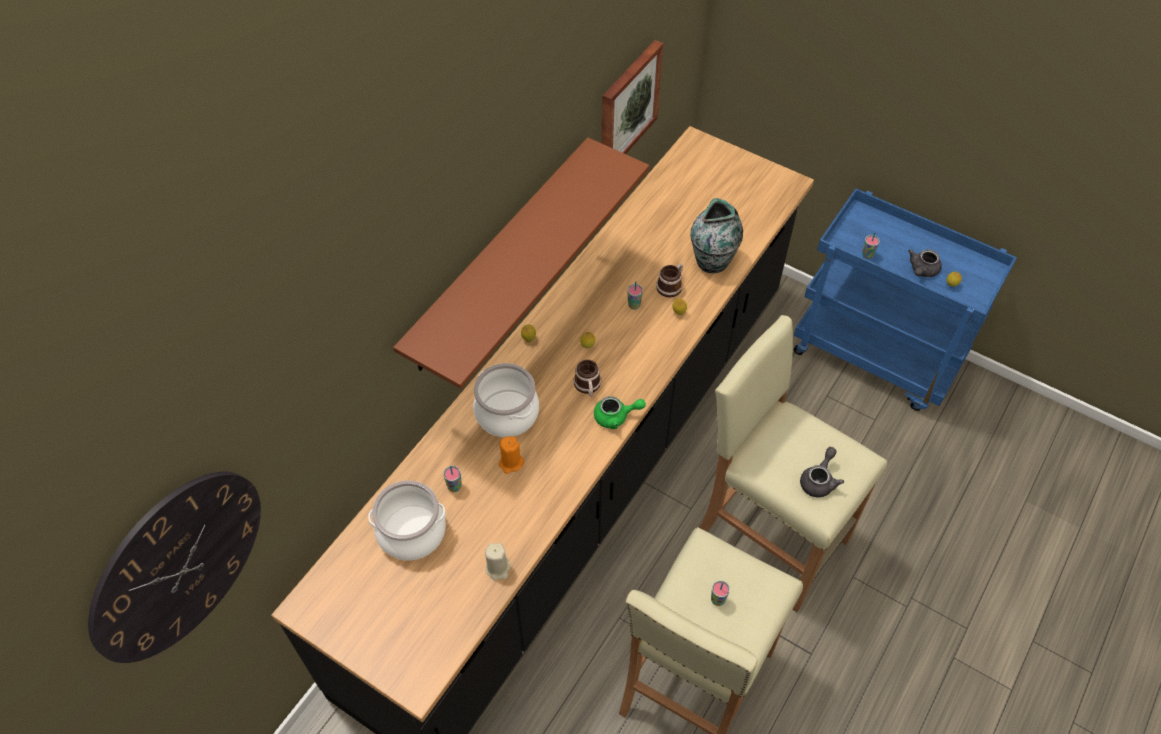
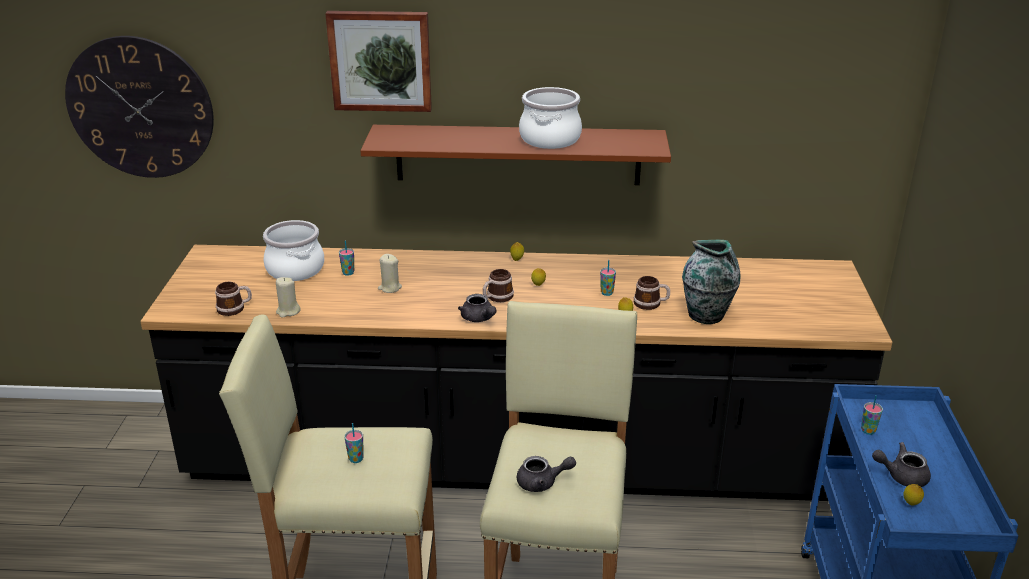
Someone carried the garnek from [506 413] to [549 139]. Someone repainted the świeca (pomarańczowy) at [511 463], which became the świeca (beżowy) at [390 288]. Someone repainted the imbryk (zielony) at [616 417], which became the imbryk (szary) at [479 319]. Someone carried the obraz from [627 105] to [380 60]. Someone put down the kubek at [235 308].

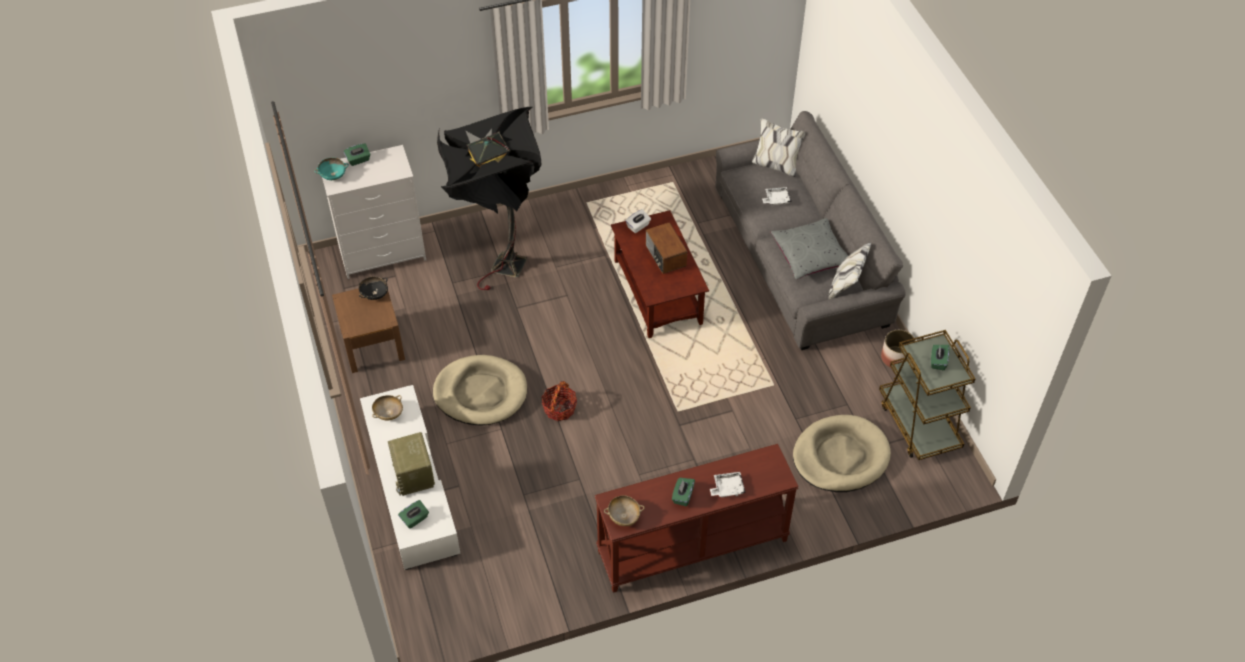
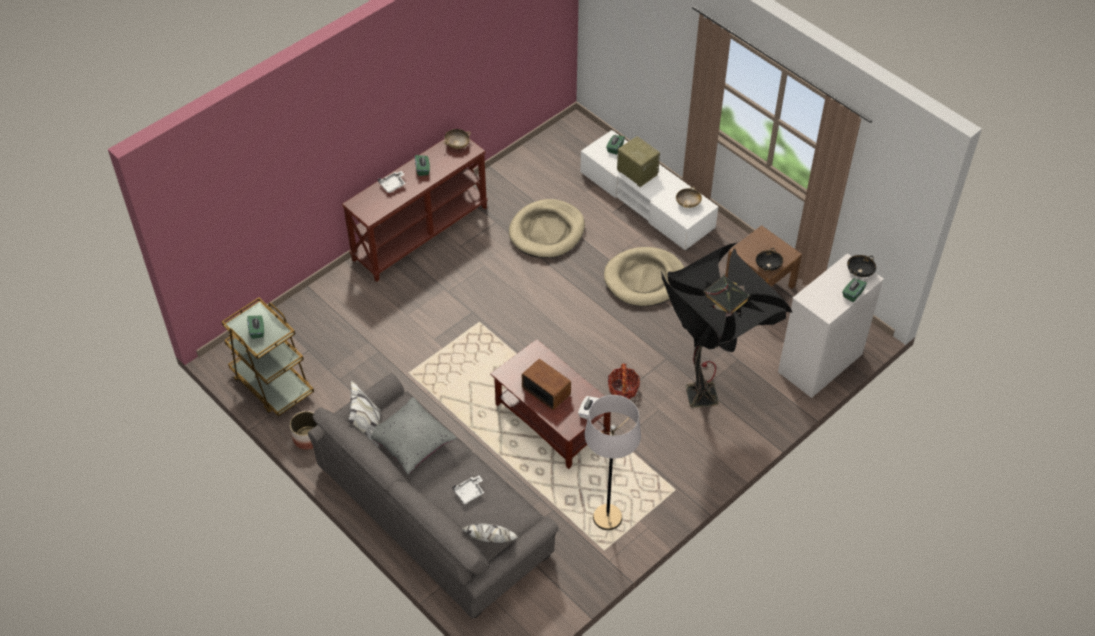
Someone repainted the miska (turkusowy) at [333 175], which became the miska (czarny) at [859 272]. Someone carried the koszyk from [559 409] to [623 389]. Someone carried the legowisko (beżowy) from [840 456] to [547 231]. Someone put down the lampa stojąca (szary) at [607 517].

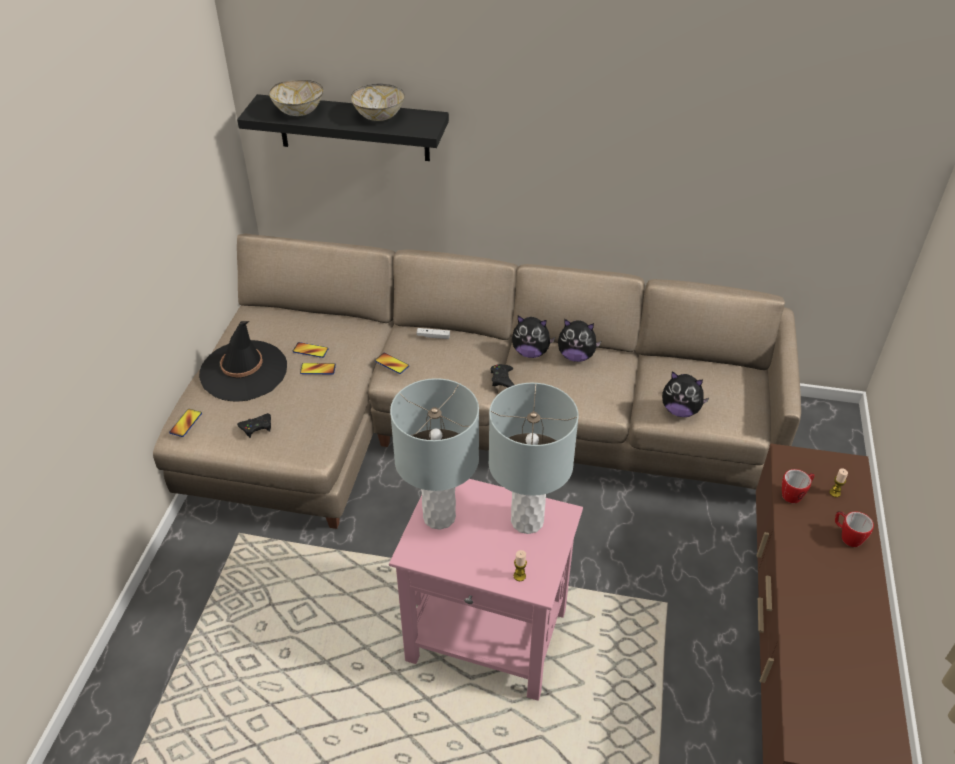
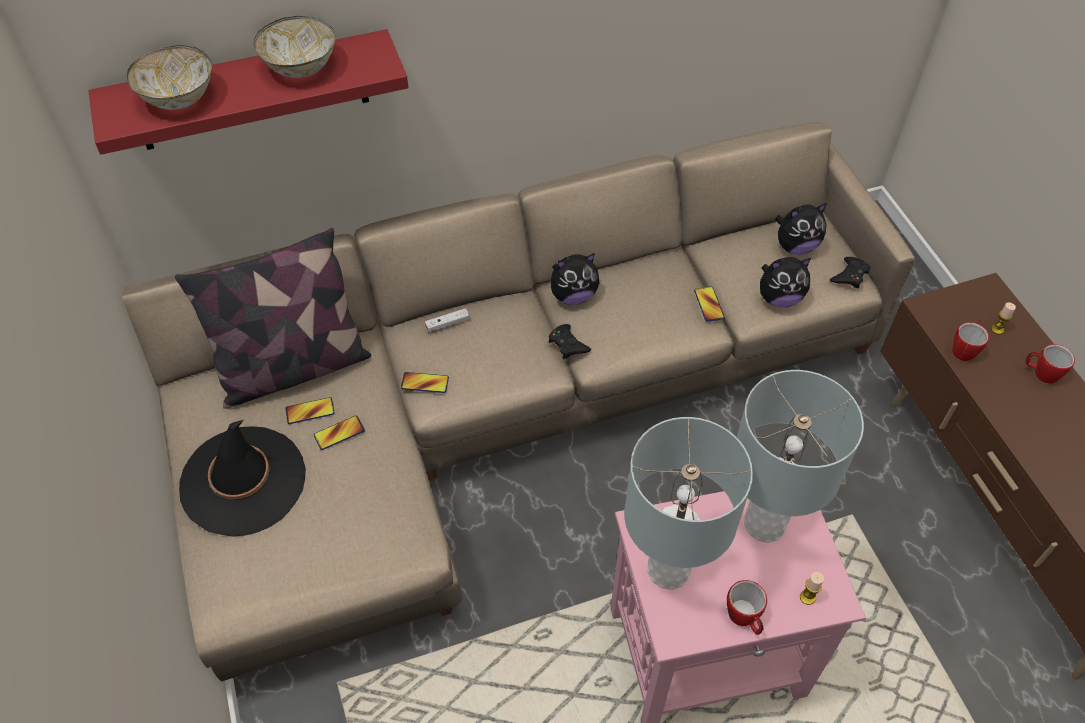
Someone carried the telefon from [186 423] to [709 304]. Someone repainted the półka (czarny) at [353 128], which became the półka (czerwony) at [251 92]. Someone carried the pad do gier (czarny) from [256 427] to [850 275]. Someone carried the pluszak from [576 356] to [795 246]. Someone put down the poduszka at [293 368]. Someone put down the kubek at [744 619].

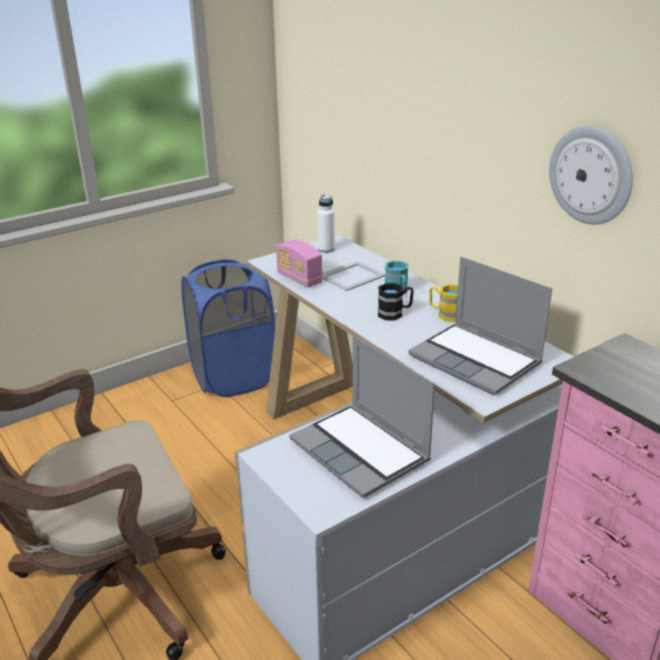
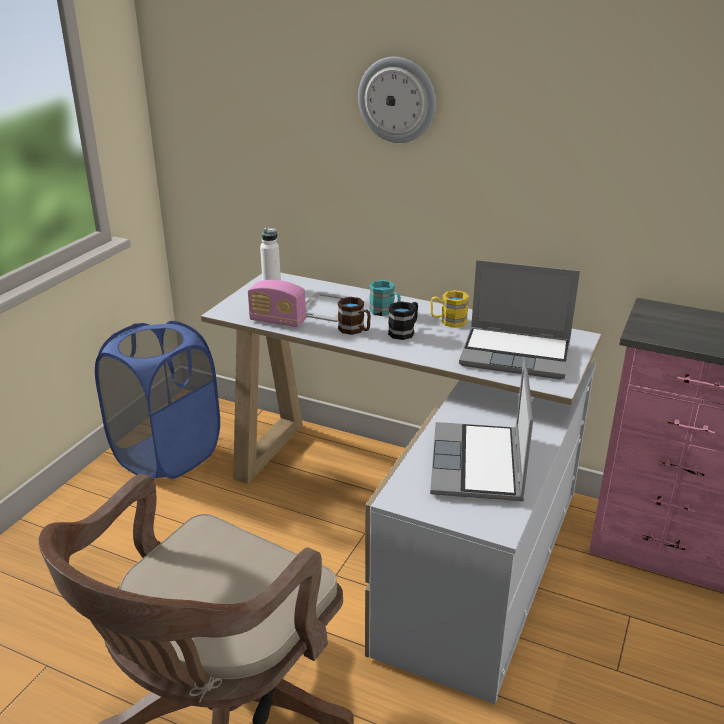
Someone rotated the laptop at [362 451] by 75 degrees clockwise. Someone carried the zegar ścienny from [591 175] to [397 100]. Someone put down the kubek (brązowy) at [355 330].

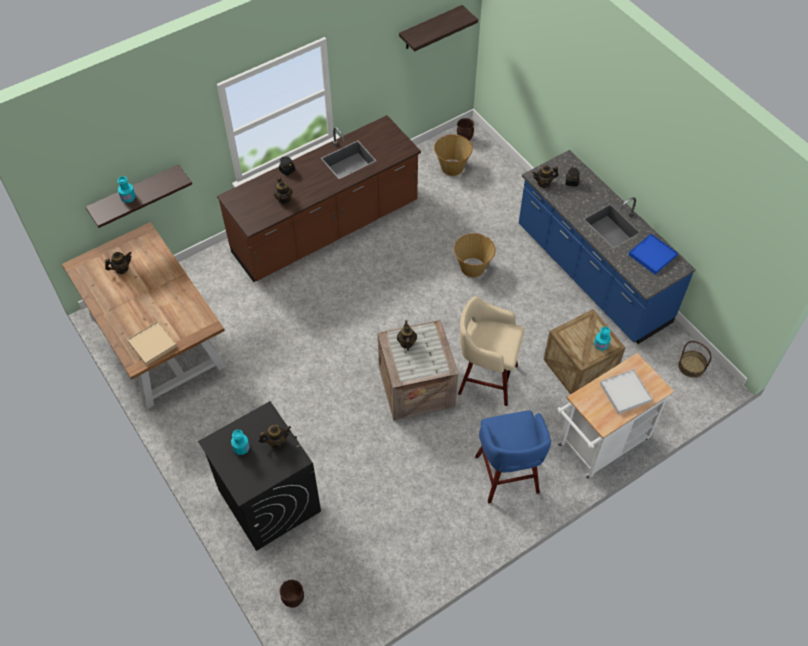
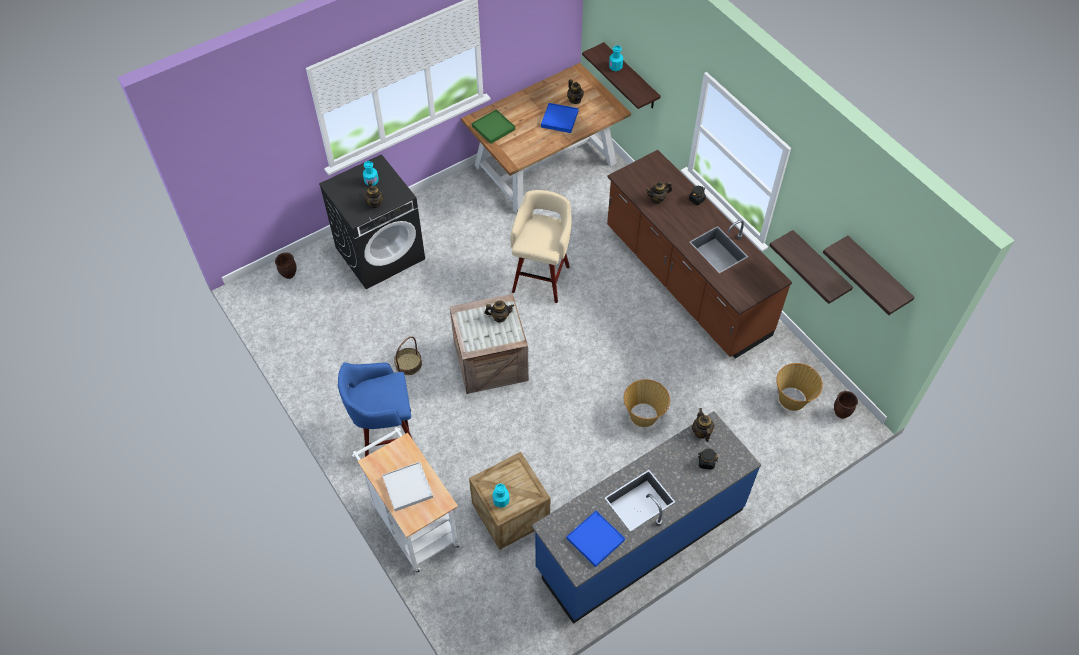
Someone repainted the taca (beżowy) at [152 344], which became the taca (zielony) at [493 128]. Someone carried the stołek (beżowy) from [485 378] to [541 277]. Someone carried the koszyk from [691 366] to [408 364]. Someone put down the taca (niebieski) at [559 119]. Someone put up the półka at [819 266].

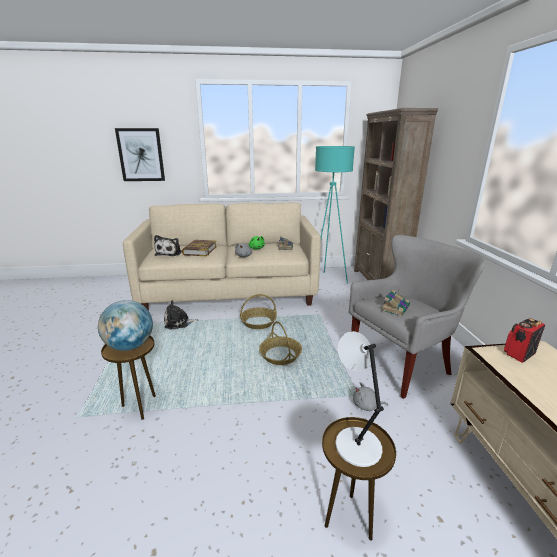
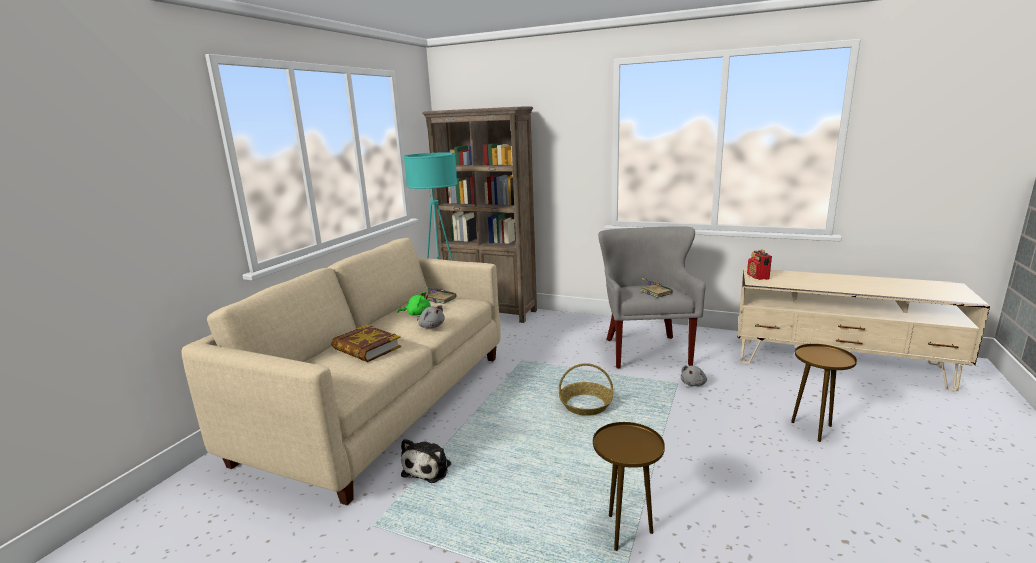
Someone took away the globus at [130 346]. Someone took away the obraz at [141 155]. Someone took away the pluszak at [170 253]. Someone took away the koszyk at [258 322]. Someone took away the lampa stołowa (szary) at [356 444].

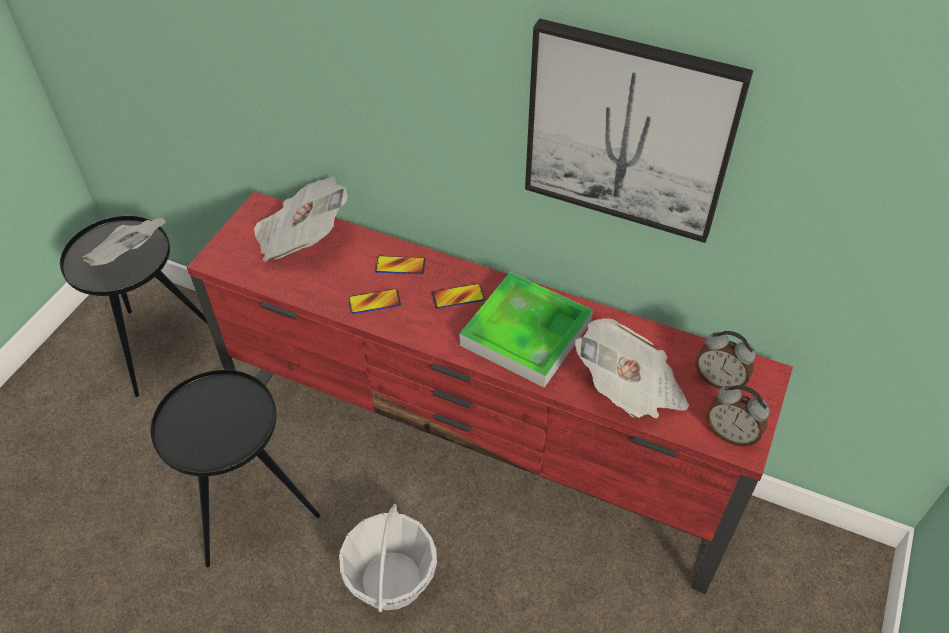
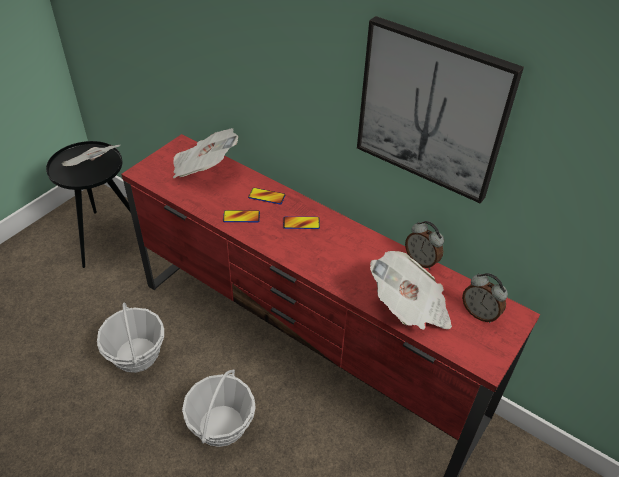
Someone swapped the stolik (czarny) at [249 507] for the koszyk at [136 355]. Someone took away the taca at [526 333]. Someone carried the budzik from [731 434] to [421 261].

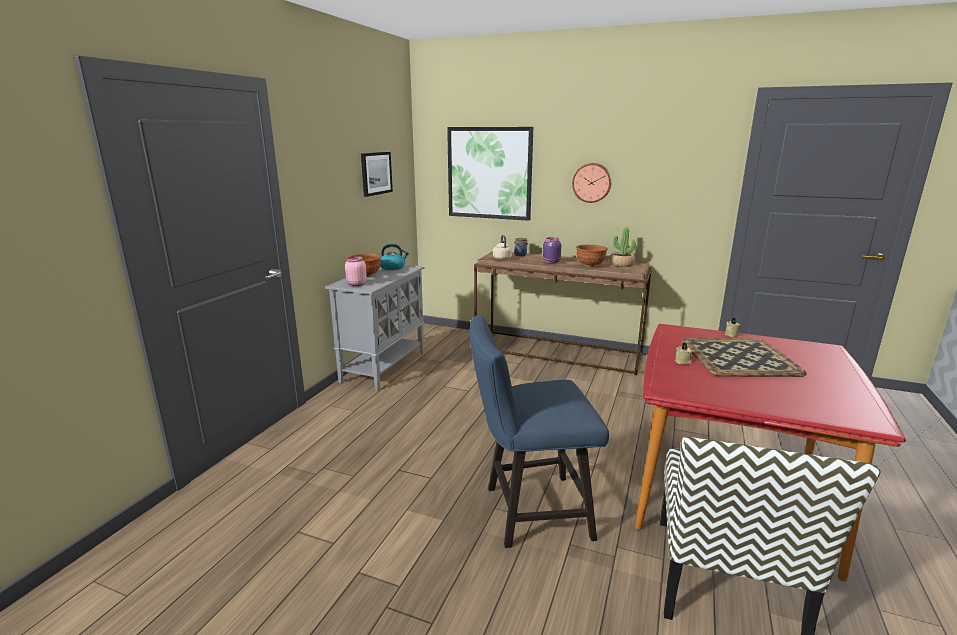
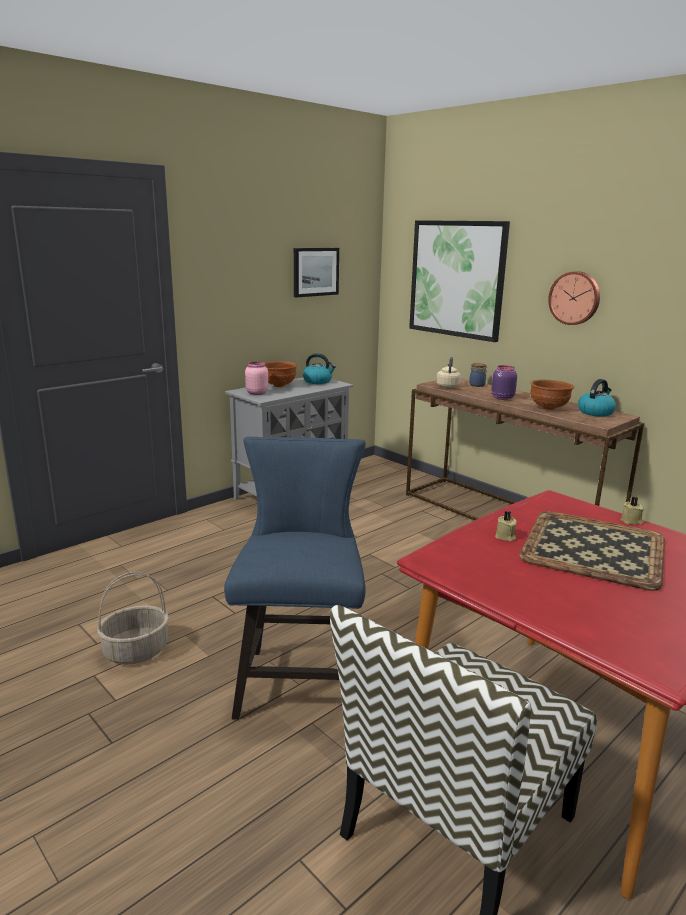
Someone rotated the krzesło (niebieski) at [529 512] by 75 degrees clockwise. Someone swapped the roślina doniczkowa at [621 264] for the czajnik at [595 412]. Someone put down the koszyk at [137 650].

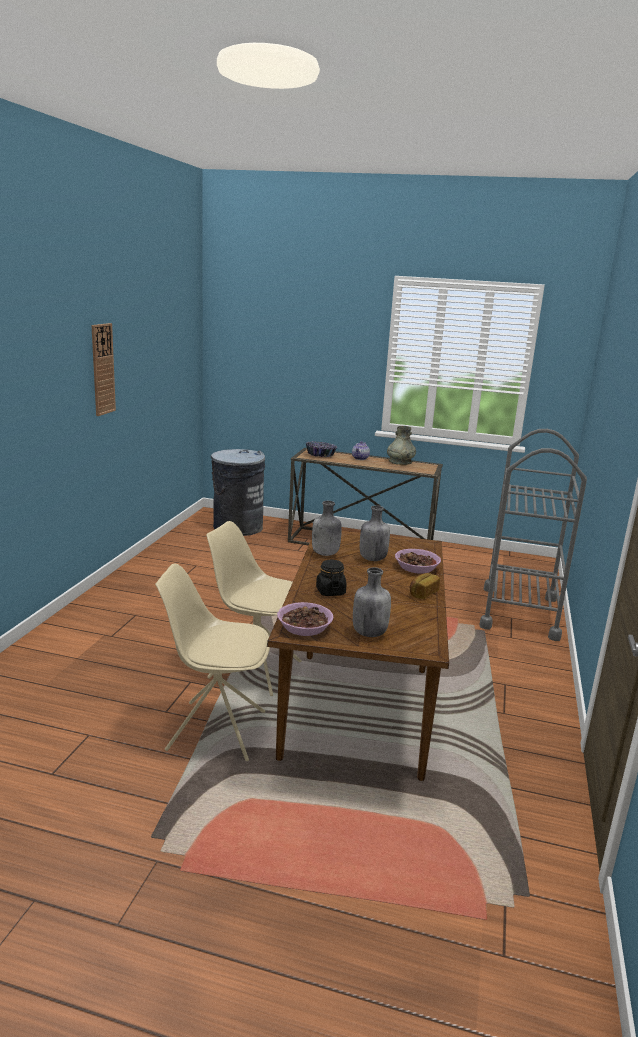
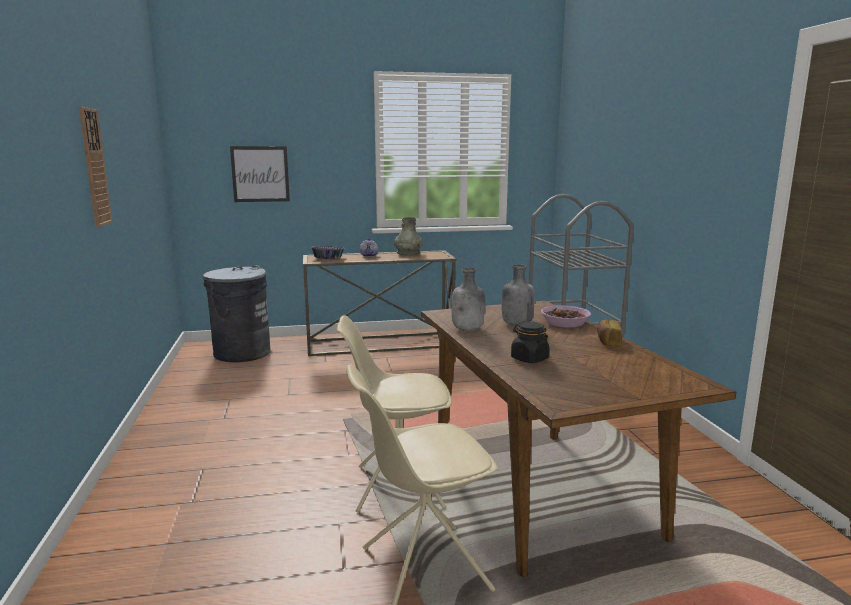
Someone took away the miska at [304 627]. Someone took away the butelka (szary) at [369 633]. Someone put up the obraz at [260 174].

